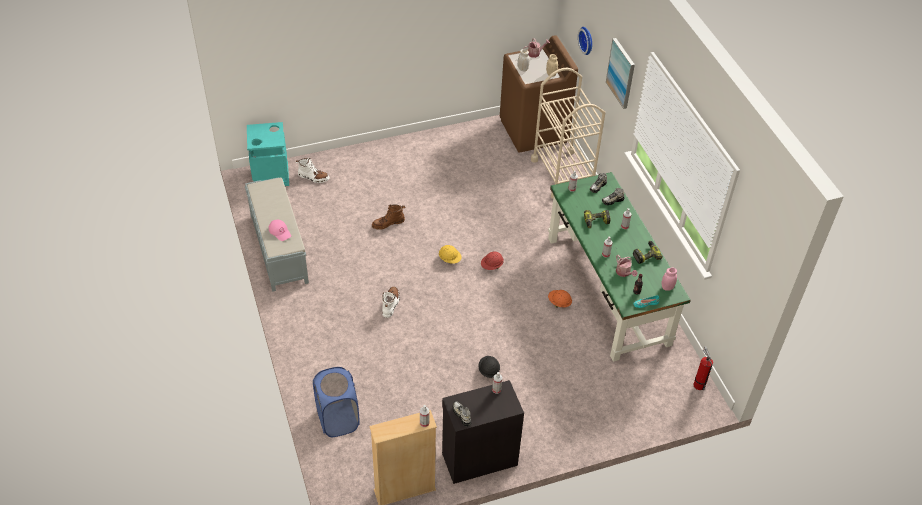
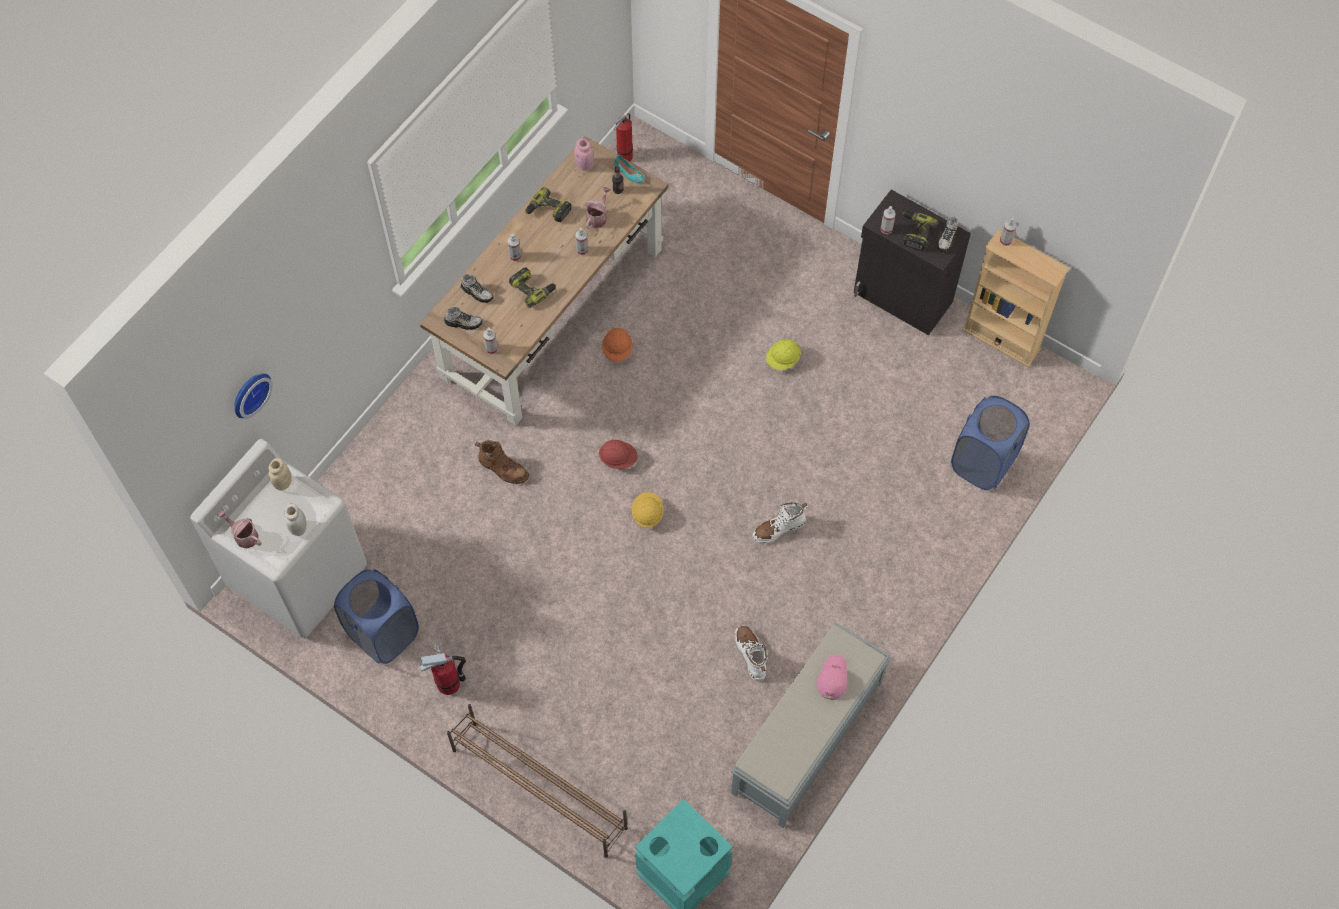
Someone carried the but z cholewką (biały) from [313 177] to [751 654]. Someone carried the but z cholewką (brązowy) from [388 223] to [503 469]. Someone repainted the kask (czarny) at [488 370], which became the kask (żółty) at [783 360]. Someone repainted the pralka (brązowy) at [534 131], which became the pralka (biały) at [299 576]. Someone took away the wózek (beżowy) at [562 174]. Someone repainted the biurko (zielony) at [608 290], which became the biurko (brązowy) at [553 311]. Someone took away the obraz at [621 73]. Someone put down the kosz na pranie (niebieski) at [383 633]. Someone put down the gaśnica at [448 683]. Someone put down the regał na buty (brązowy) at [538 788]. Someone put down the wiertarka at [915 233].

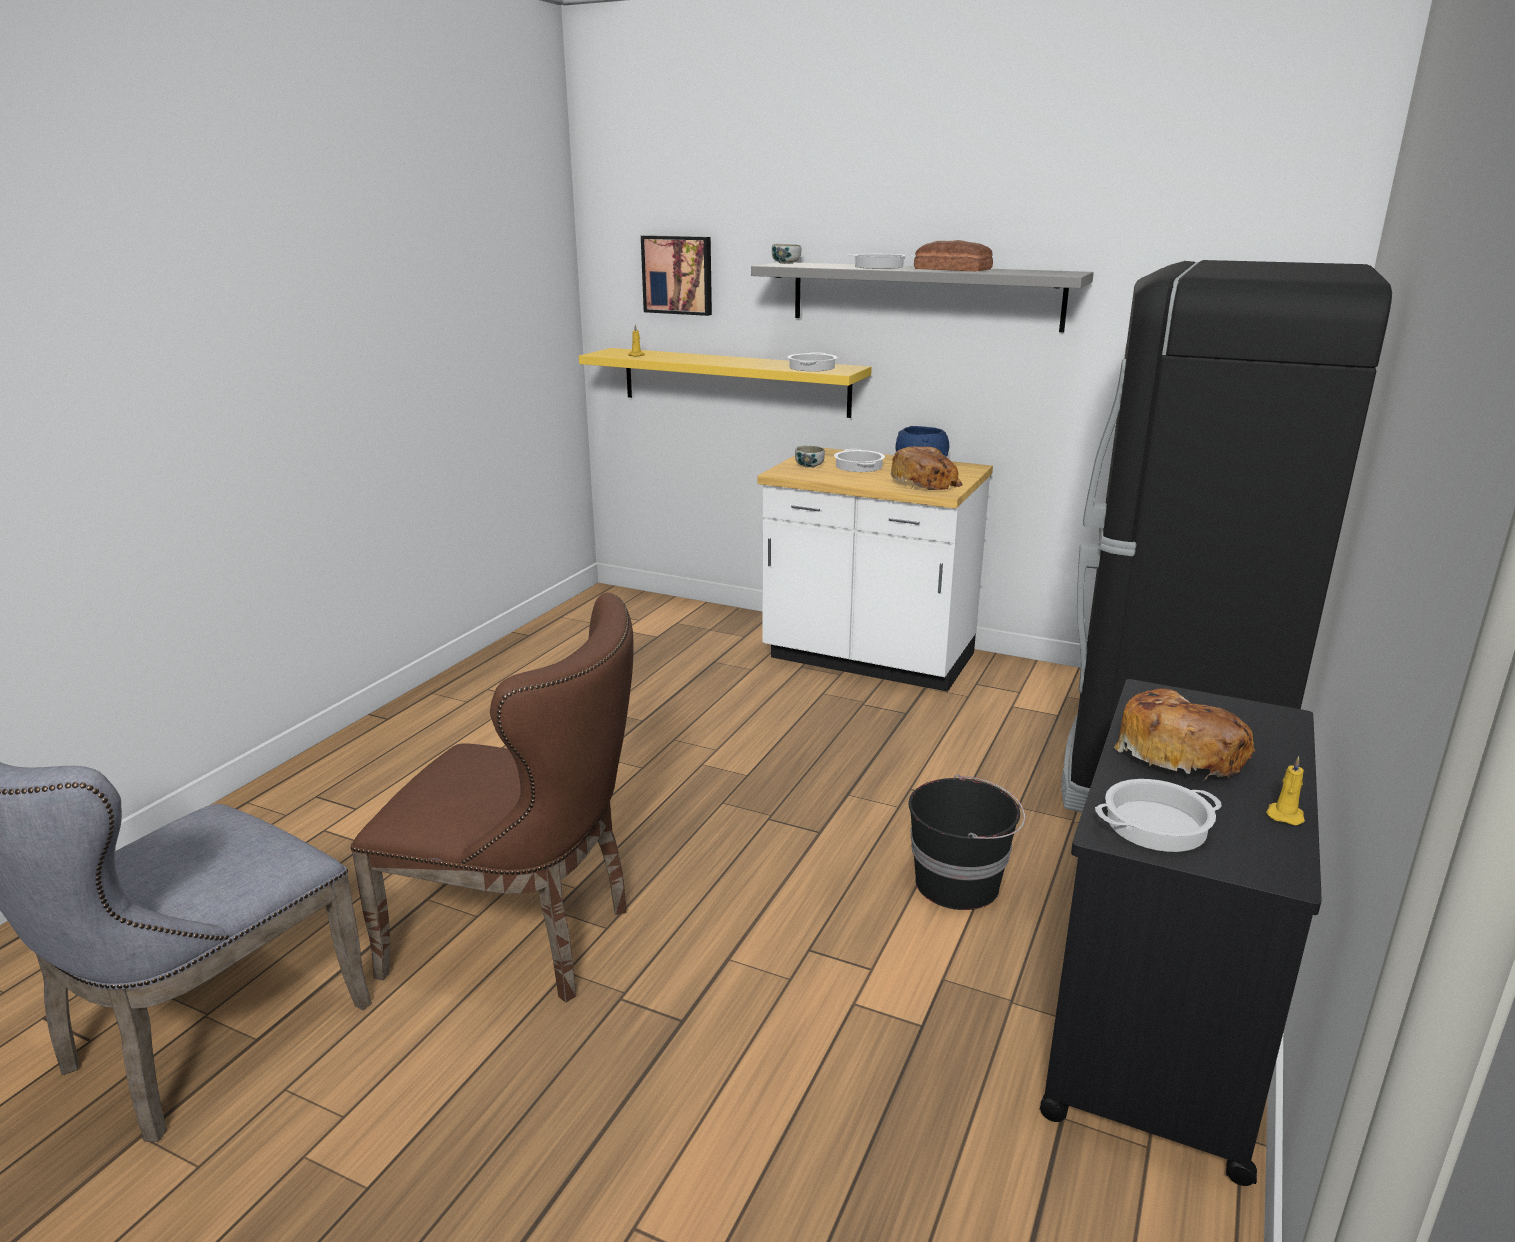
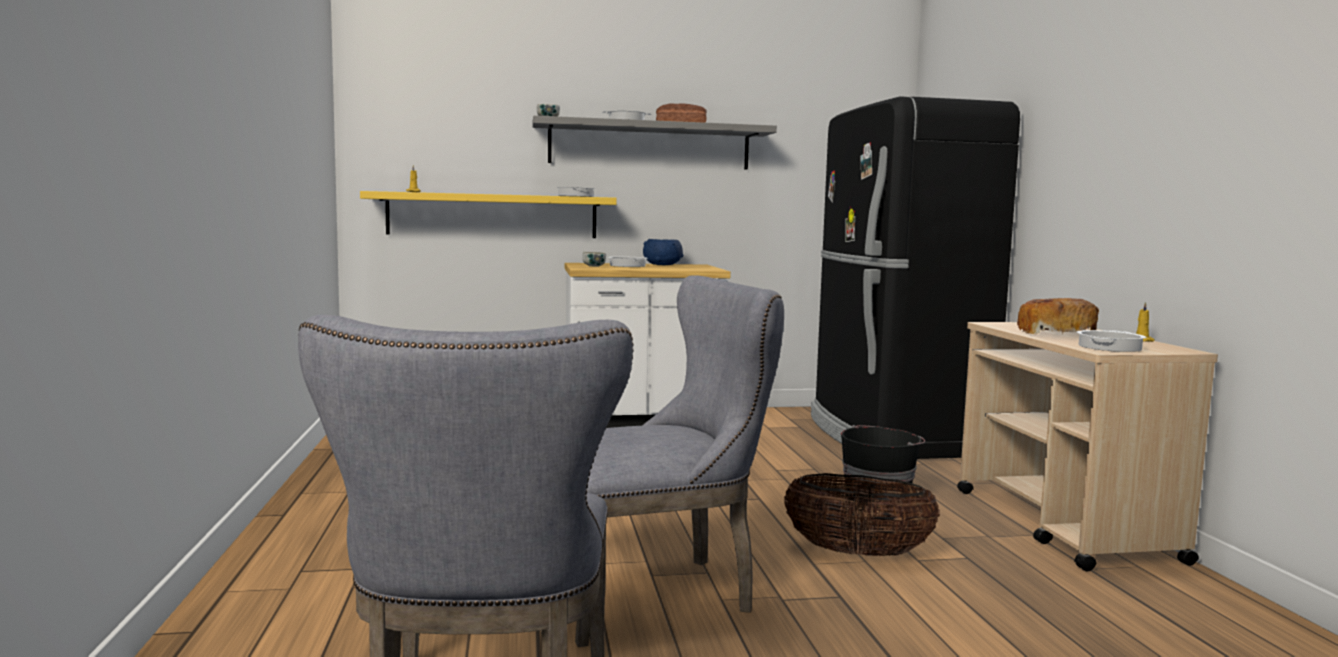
Someone repainted the krzesło (brązowy) at [526 937], which became the krzesło (szary) at [659 592]. Someone took away the obraz at [678 275]. Someone took away the chleb at [927 482]. Someone repainted the wózek (czarny) at [1159 1026], which became the wózek (beżowy) at [1064 525]. Someone put down the koszyk at [857 553].

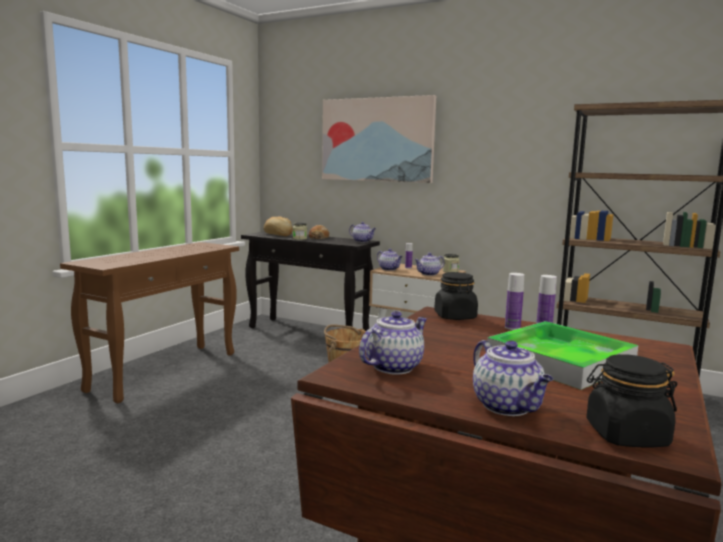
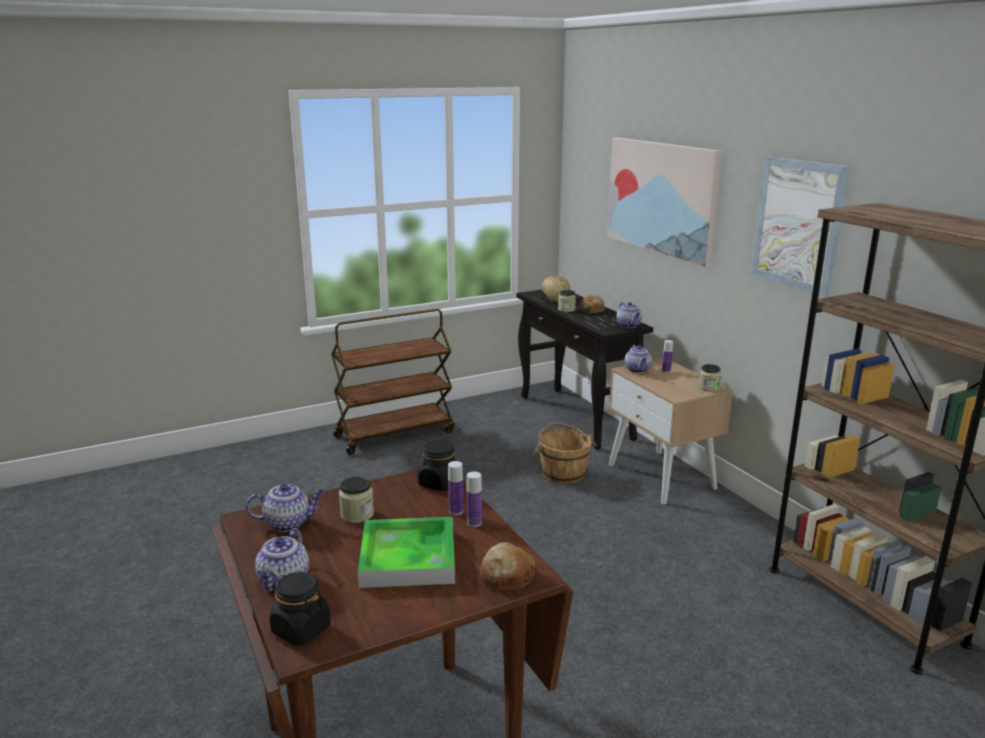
Someone swapped the stolik konsolowy (brązowy) at [165 371] for the wózek (brązowy) at [395 434]. Someone took away the imbryk at [428 274]. Someone put down the słoik at [357 514]. Someone put down the chleb at [506 576]. Someone put up the obraz at [798 224].

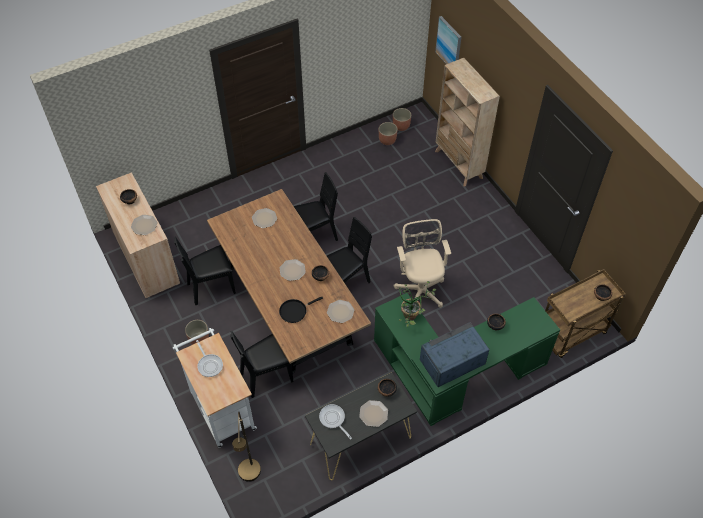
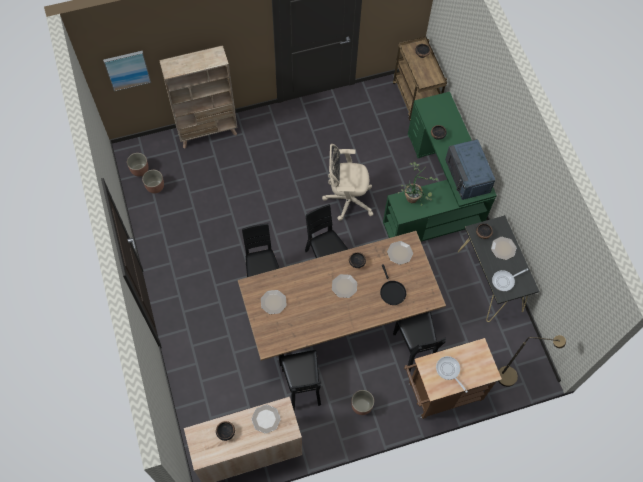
Someone repainted the wózek (biały) at [221 407], which became the wózek (brązowy) at [440 393]. Someone rotated the patelnia at [209 364] by 105 degrees counterclockwise.

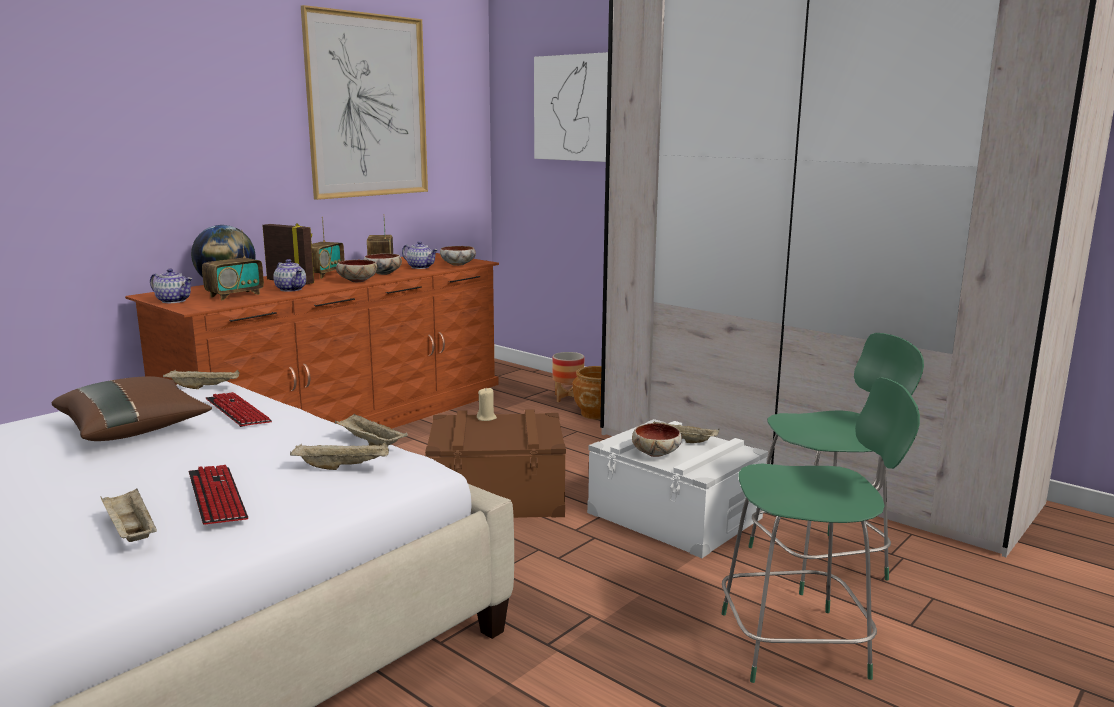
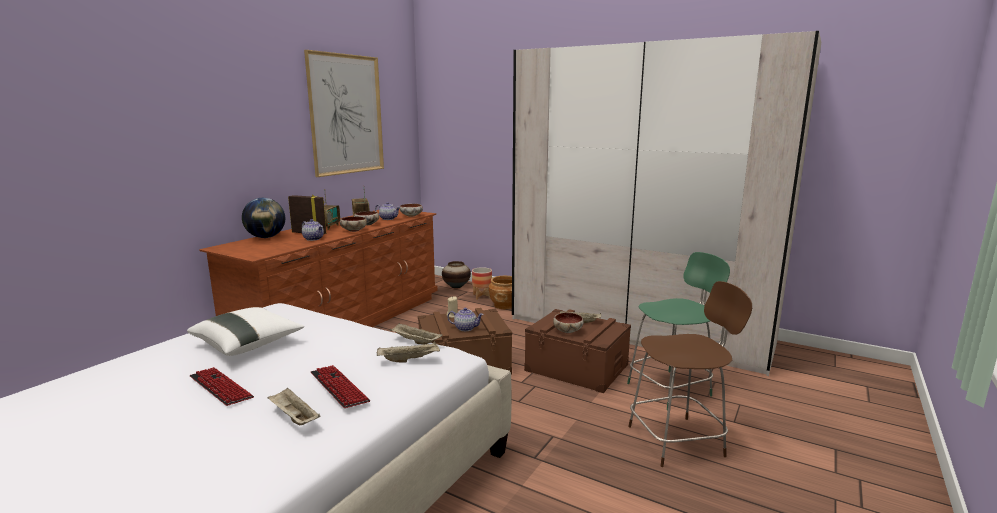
Someone repainted the poduszka (brązowy) at [134 429], which became the poduszka (biały) at [248 344]. Someone carried the imbryk from [173 301] to [465 328]. Someone took away the taca (beżowy) at [205 387]. Someone took away the radio at [235 295]. Someone carried the klawiatura from [237 412] to [220 388]. Someone took away the obraz at [575 108]. Someone repainted the pojemnik do przechowywania (biały) at [674 515], which became the pojemnik do przechowywania (brązowy) at [577 367]. Someone repainted the krzesło (zielony) at [798 644], which became the krzesło (brązowy) at [678 440]. Someone put down the wazon at [456 286].

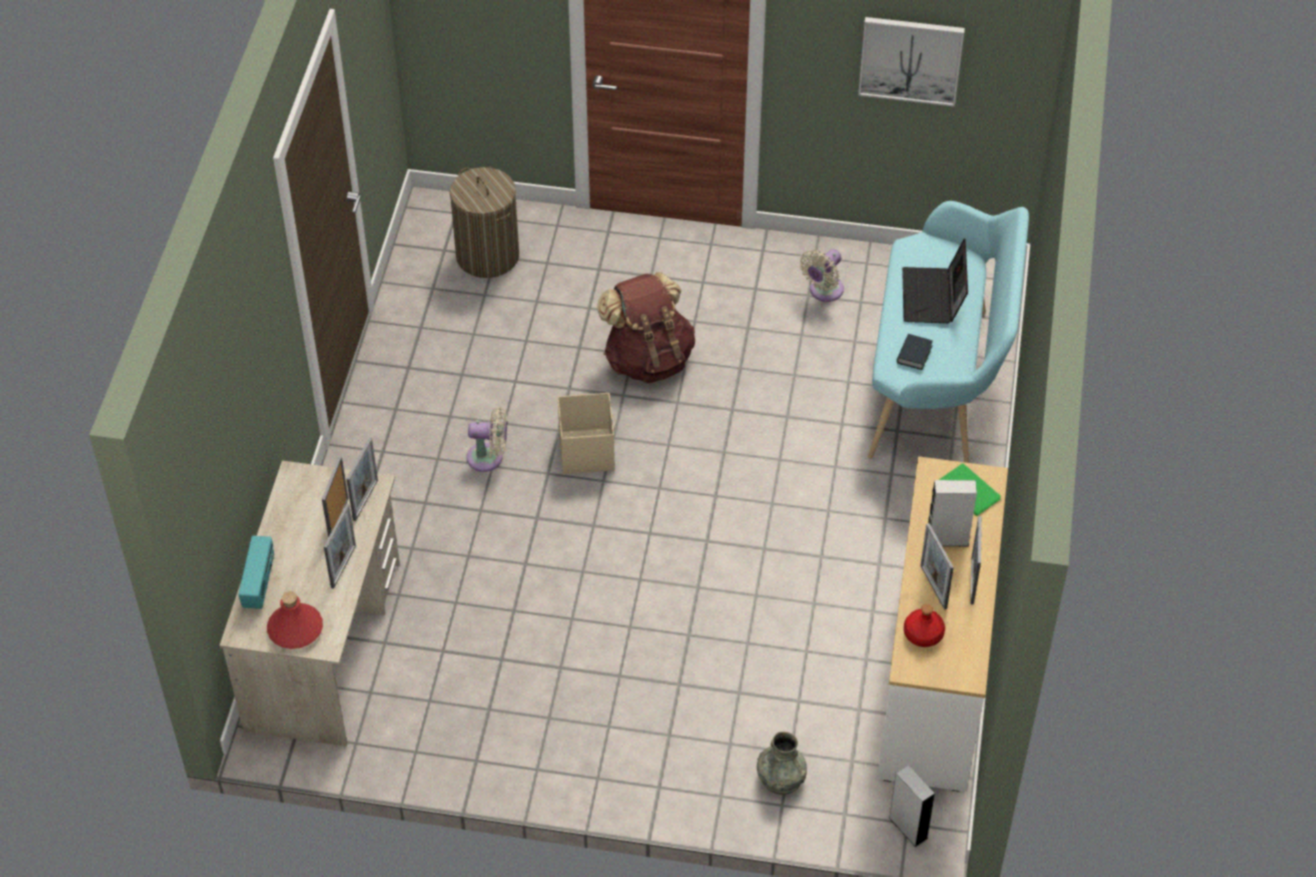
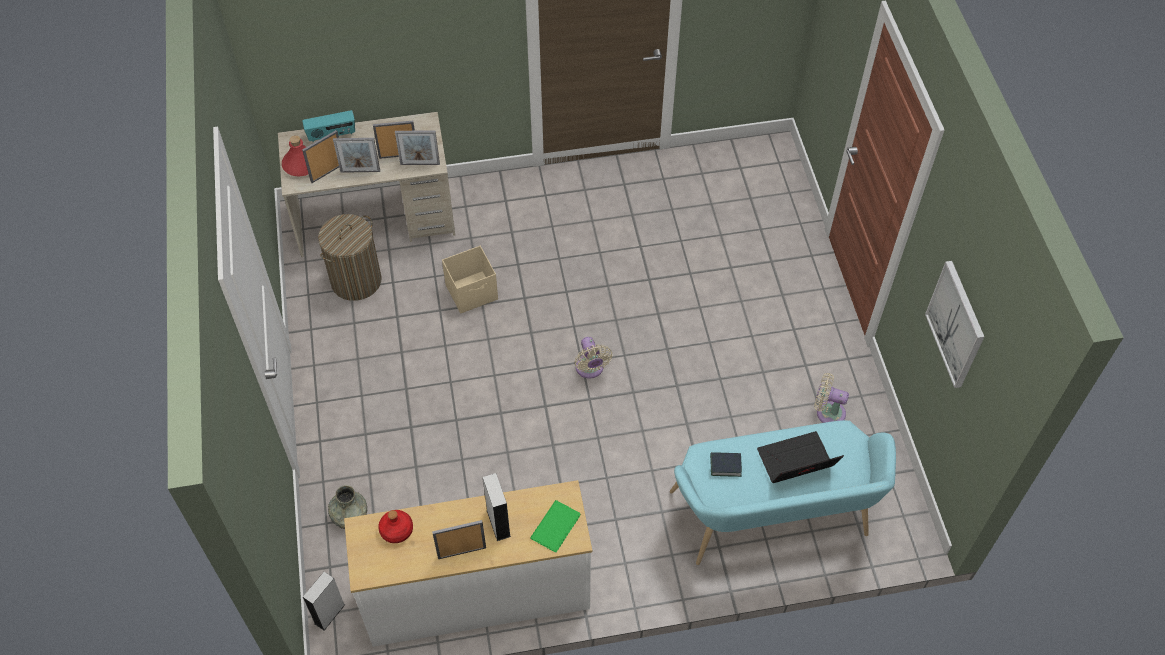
Someone carried the kosz na pranie from [487 256] to [356 281]. Someone carried the wentylator (beżowy) from [489 457] to [590 369]. Someone carried the pojemnik do przechowywania (beżowy) from [587 451] to [472 292]. Someone took away the plecak (brązowy) at [648 359]. Someone carried the ramka na zdjęcie from [933 587] to [327 173].

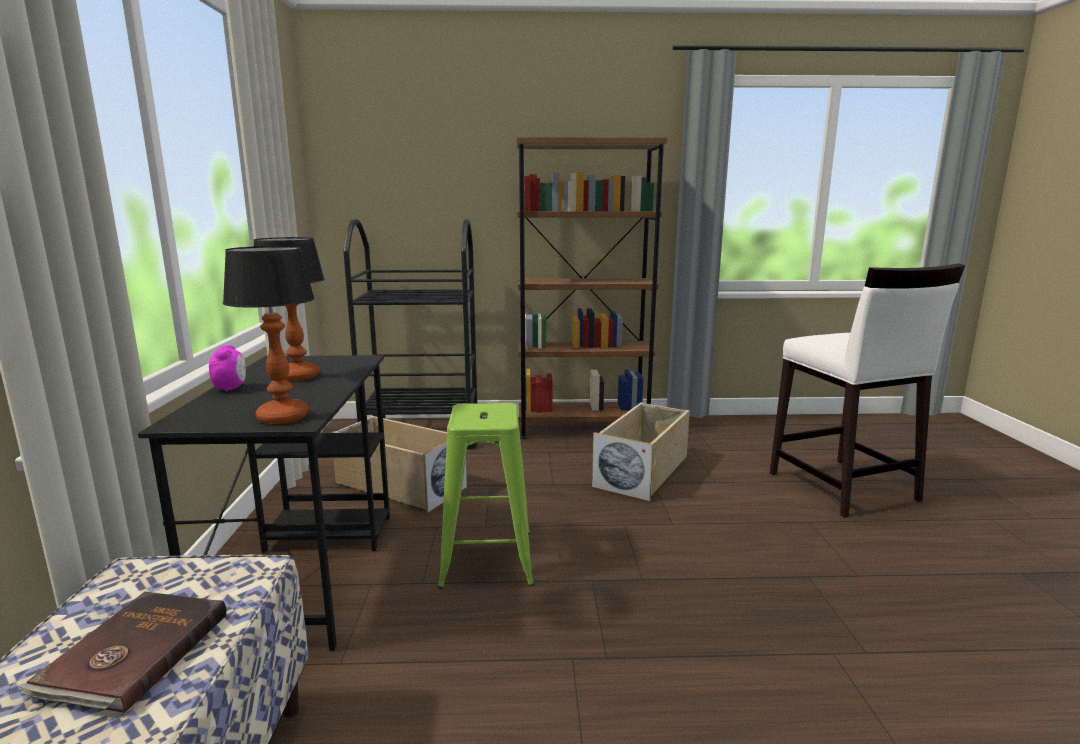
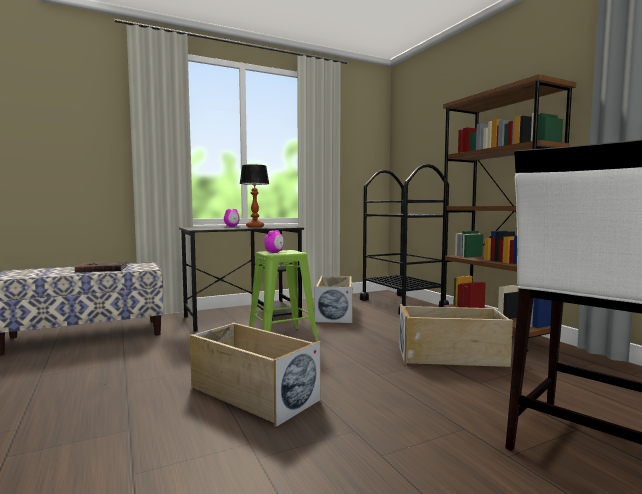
Someone took away the lampa stołowa at [282 417]. Someone put down the pojemnik do przechowywania (beżowy) at [252 394]. Someone put down the budzik at [274 252].

